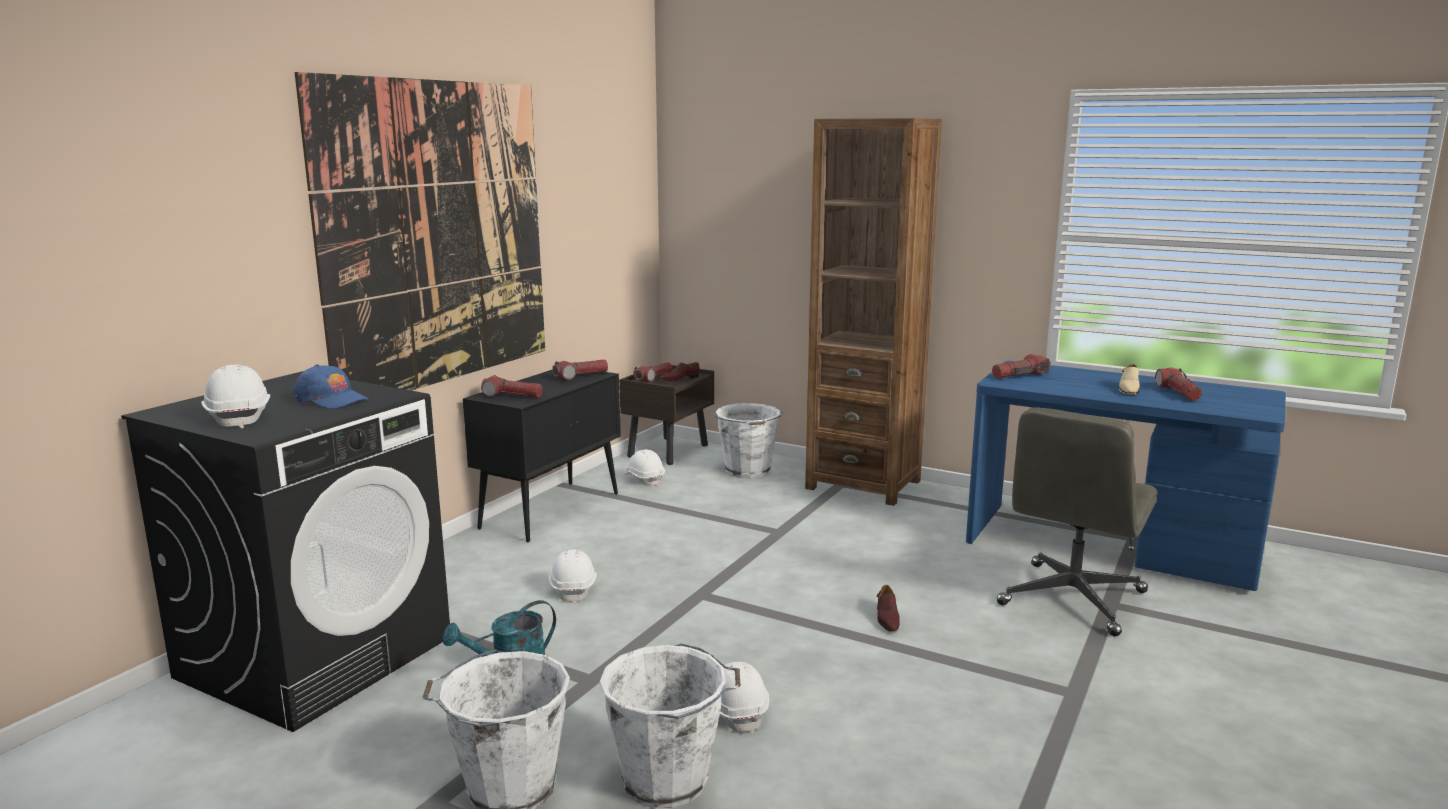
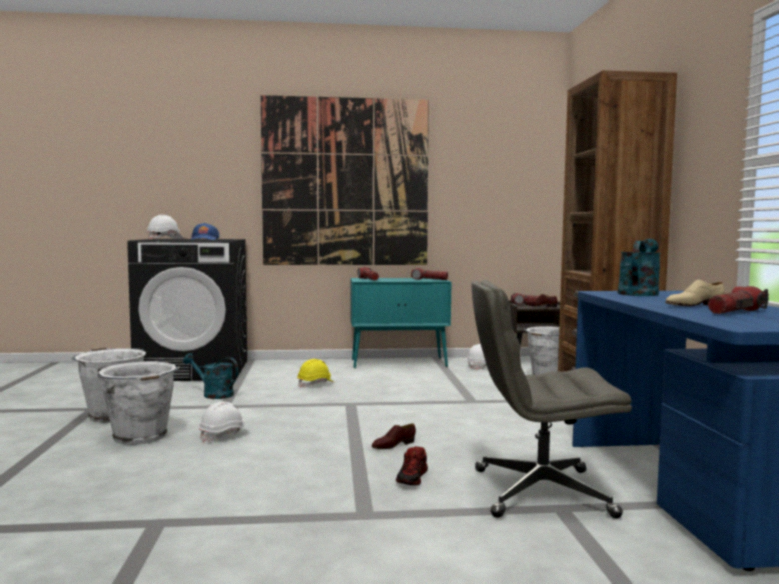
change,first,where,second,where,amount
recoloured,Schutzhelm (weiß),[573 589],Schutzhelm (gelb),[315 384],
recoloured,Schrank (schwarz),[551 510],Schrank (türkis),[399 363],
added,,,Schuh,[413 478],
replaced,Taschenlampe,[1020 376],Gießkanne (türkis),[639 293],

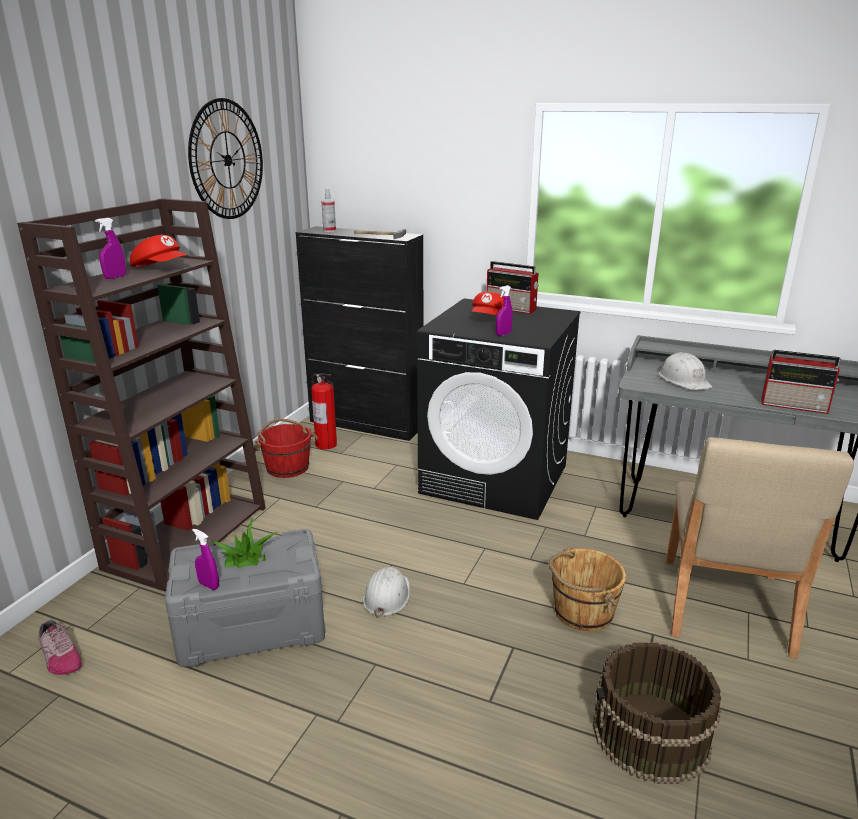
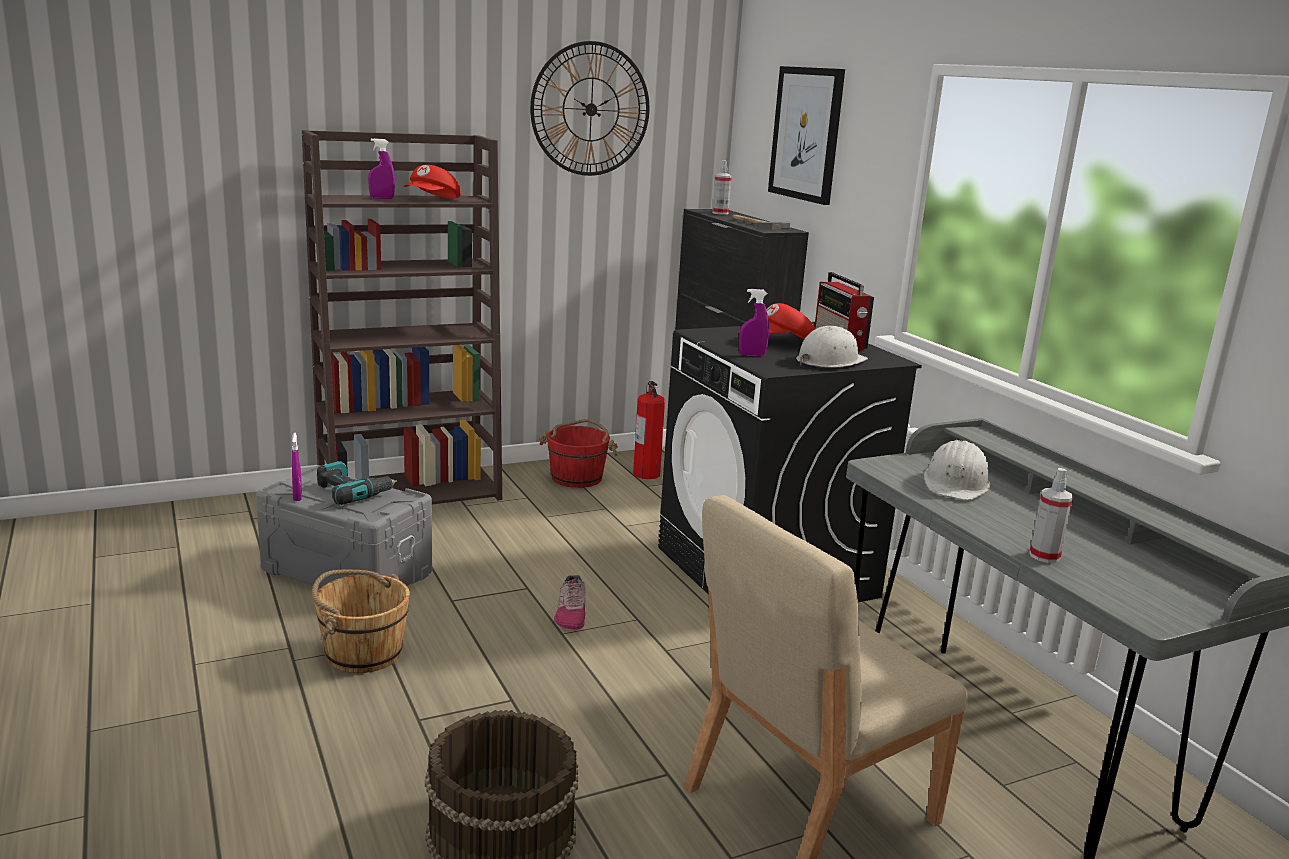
change,first,where,second,where,amount
moved,Eimer (braun),[582 612],,[362 652],
replaced,Topfpflanze,[245 557],Bohrmaschine,[353 492],
turned,Kappe (rot),[161 268],,[433 200],45 degrees clockwise
moved,Schuh,[60 656],,[570 613],
added,,,Bild,[806 134],
moved,Schutzhelm (weiß),[387 596],,[829 361],
replaced,Radio,[795 405],Sprühflasche,[1044 556],

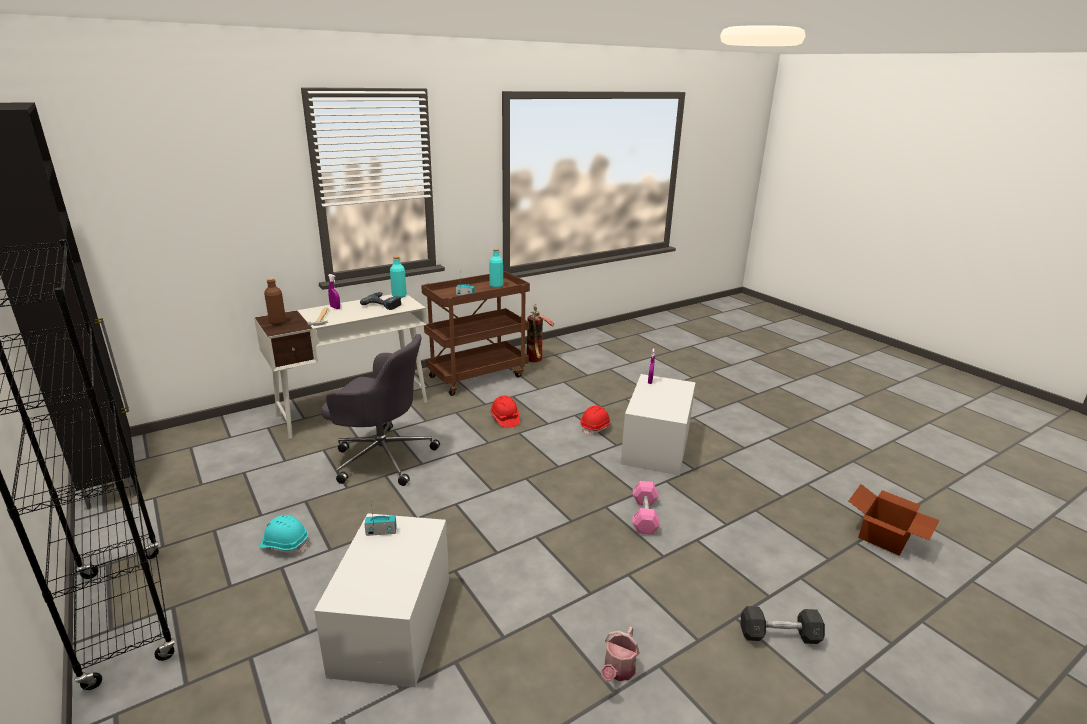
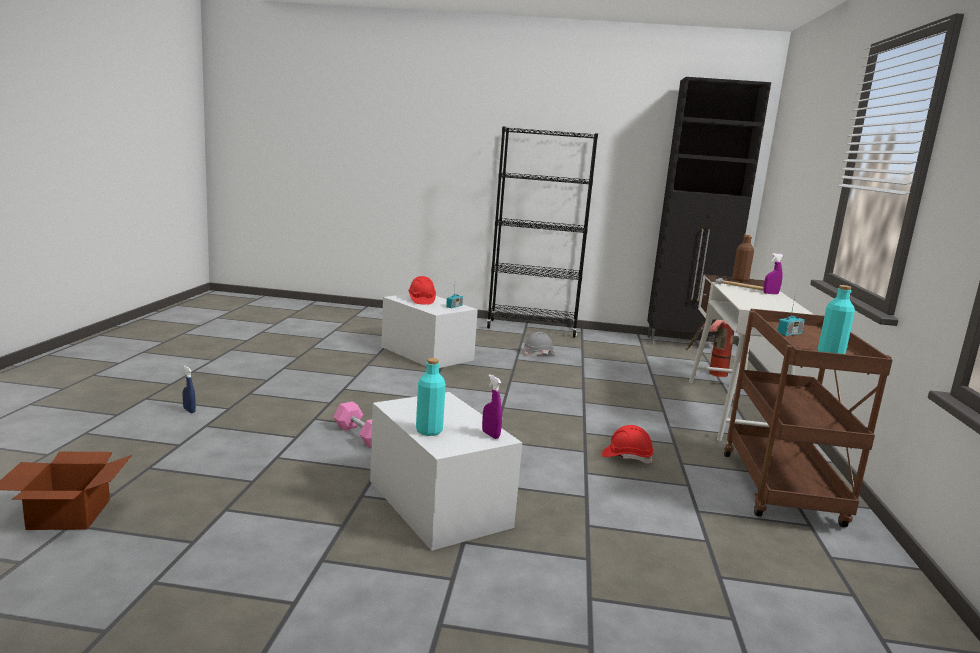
change,first,where,second,where,amount
replaced,Hantel (grau),[779 635],Sprühflasche (blau),[189 410],
moved,Schutzhelm (rot),[596 428],,[421 300],
moved,Flasche (türkis),[399 296],,[429 431],
recoloured,Schutzhelm (türkis),[285 545],Schutzhelm (grau),[539 354],
moved,Feuerlöscher,[536 361],,[710 372],
removed,Bürostuhl (grau),[382 456],,,
removed,Bohrmaschine,[383 304],,,
removed,Gießkanne,[618 671],,,

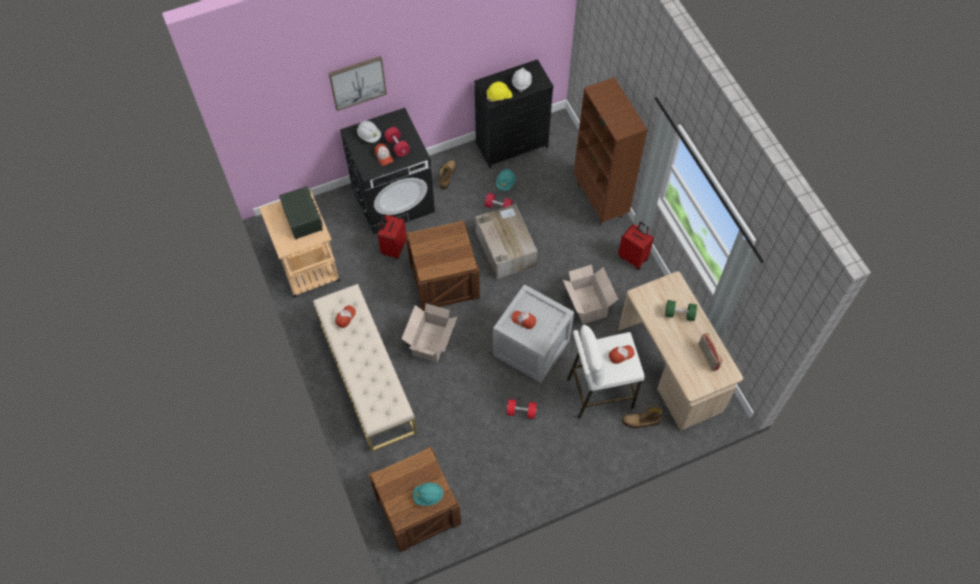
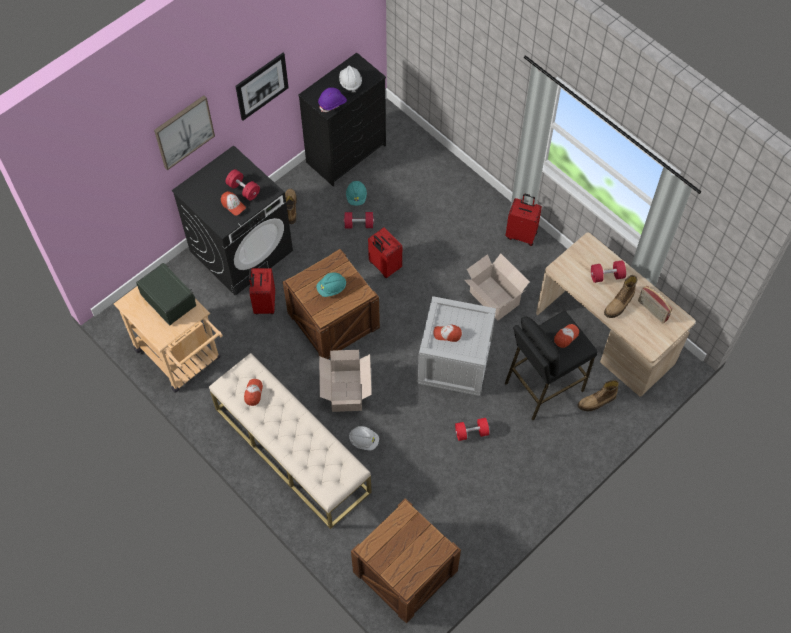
change,first,where,second,where,amount
added,,,Bild,[262 86],
moved,Schutzhelm (türkis),[428 496],,[331 288],
recoloured,Schutzhelm (gelb),[499 96],Schutzhelm (lila),[332 103],
moved,Schutzhelm (weiß),[369 136],,[364 441],
replaced,Karton,[505 248],Koffer (rot),[384 266],
recoloured,Hocker (weiß),[599 393],Hocker (schwarz),[543 386],
recoloured,Hantel (grün),[679 314],Hantel (rot),[606 276],
added,,,Stiefel,[619 304],
removed,Bücherregal (braun),[600 201],,,

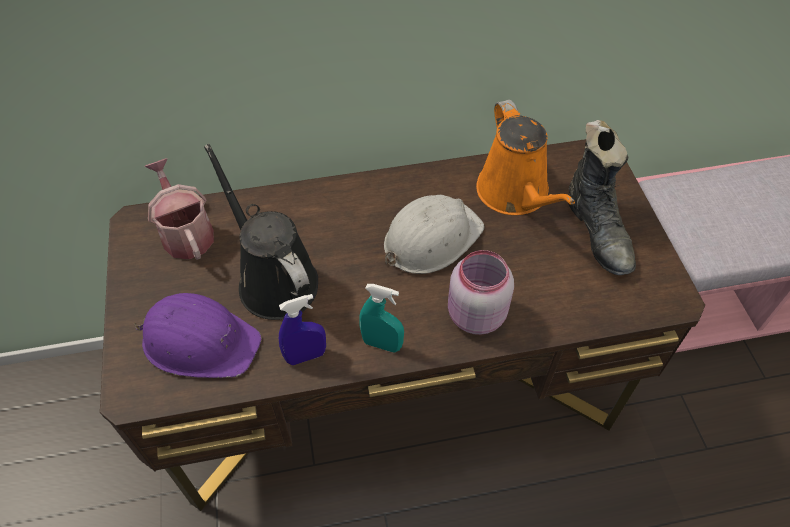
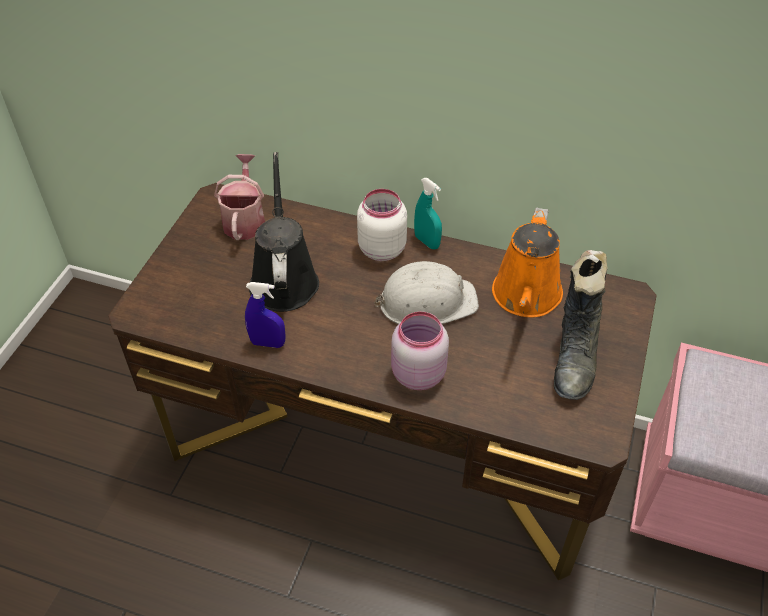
change,first,where,second,where,amount
added,,,Vorratsglas (weiß),[381 248],
moved,Sprühflasche (türkis),[382 344],,[427 242],
removed,Schutzhelm (lila),[199 341],,,

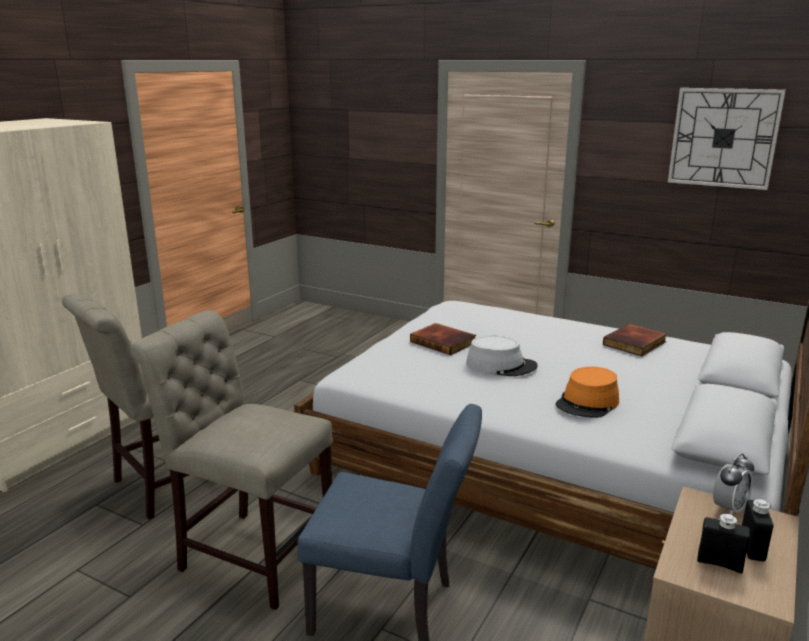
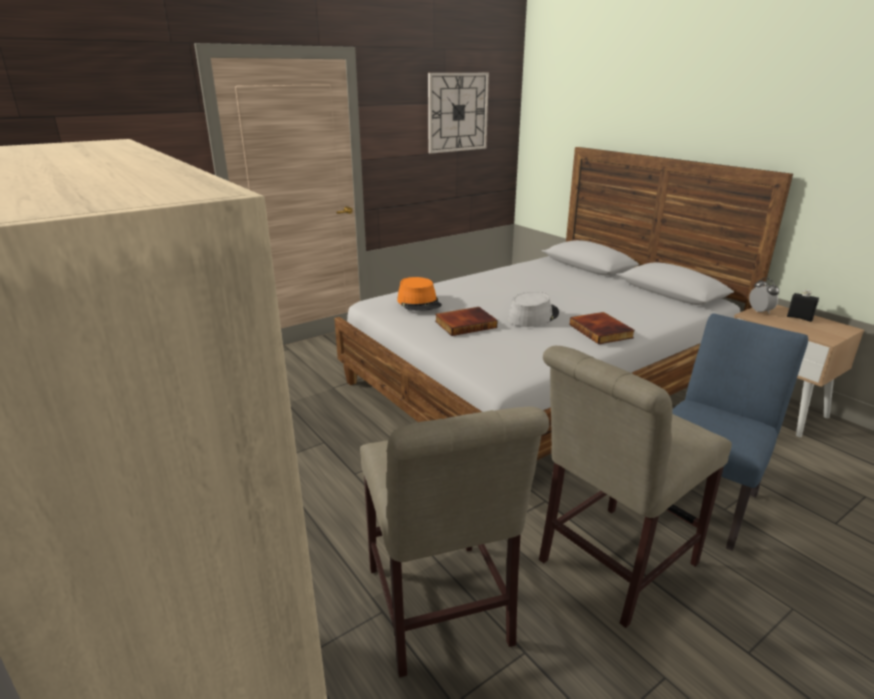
change,first,where,second,where,amount
moved,Hut (orange),[588 403],,[419 302],
moved,Buch,[635 343],,[602 331],
removed,Flasche (schwarz),[719 563],,,

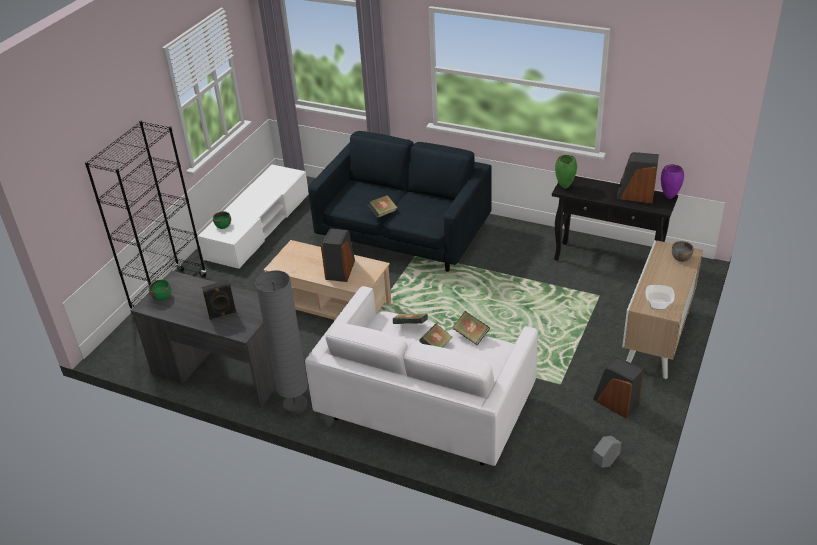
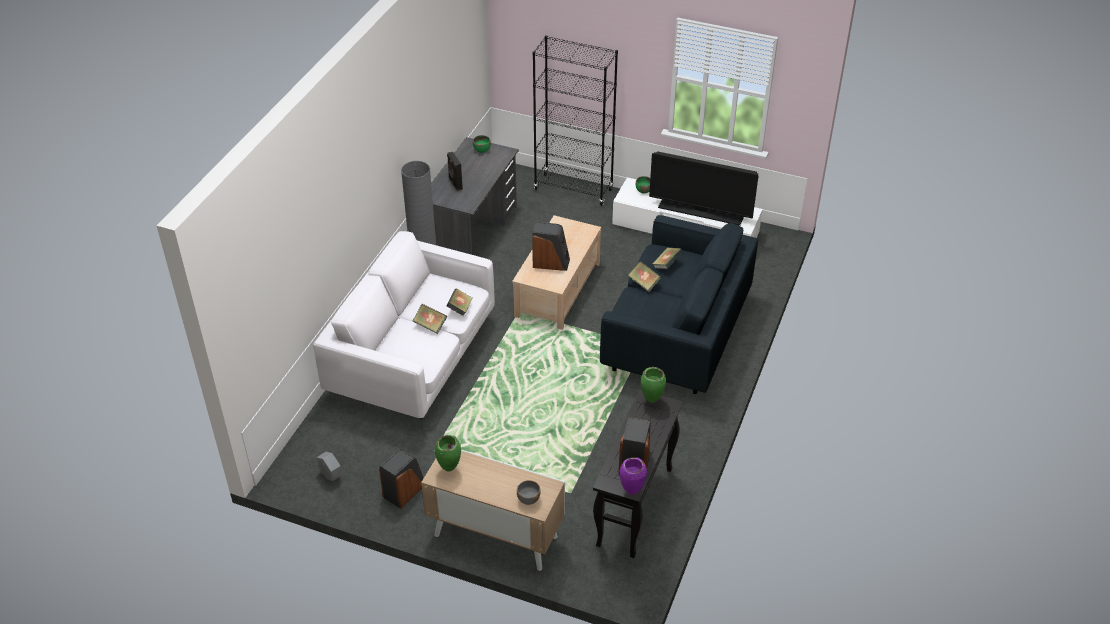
change,first,where,second,where,amount
replaced,Schüssel,[658 304],Vase (grün),[449 469],
added,,,Fernseher,[701 212],
moved,Buch,[471 336],,[666 265],

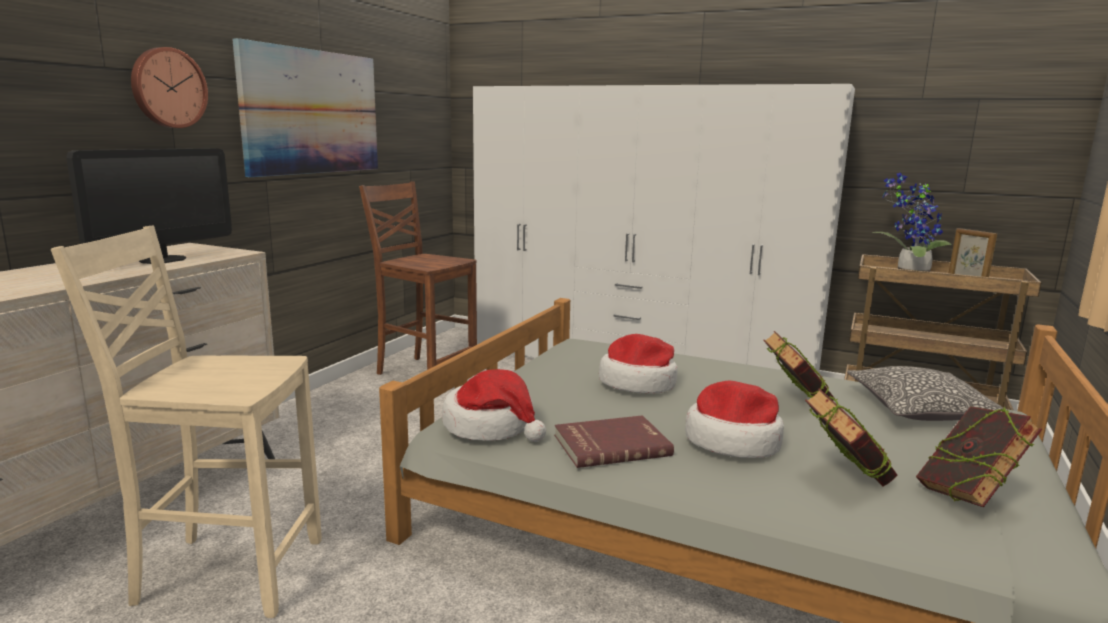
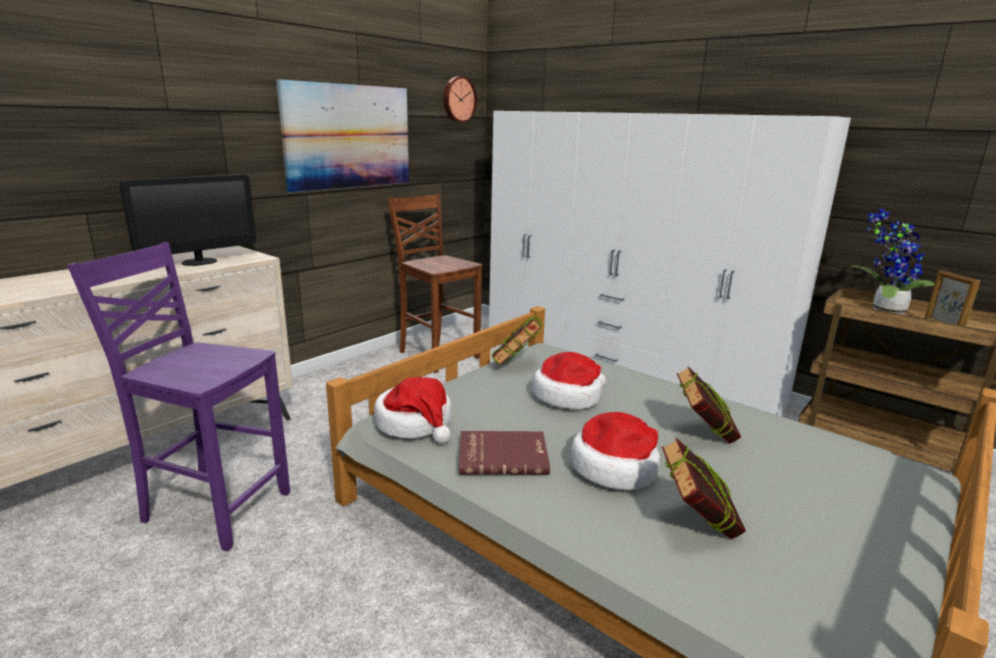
change,first,where,second,where,amount
recoloured,Stuhl (beige),[227 572],Stuhl (lila),[214 507],
moved,Wanduhr,[167 88],,[458 99],
moved,Buch,[968 497],,[516 365],
removed,Kissen,[921 410],,,

